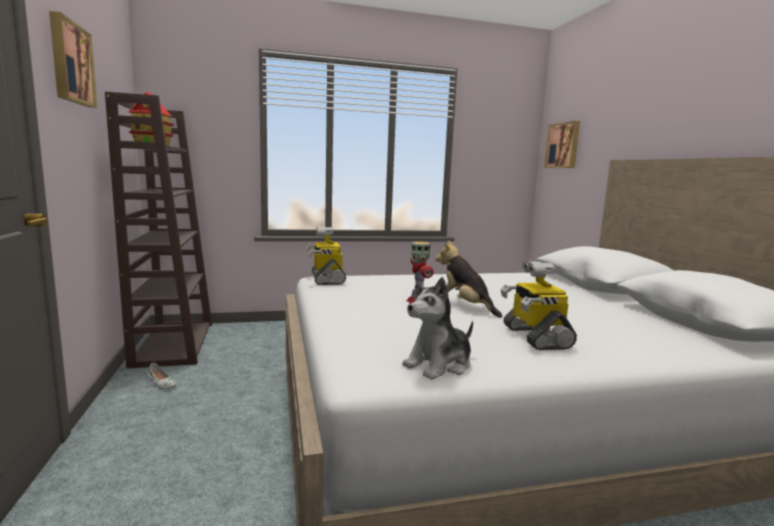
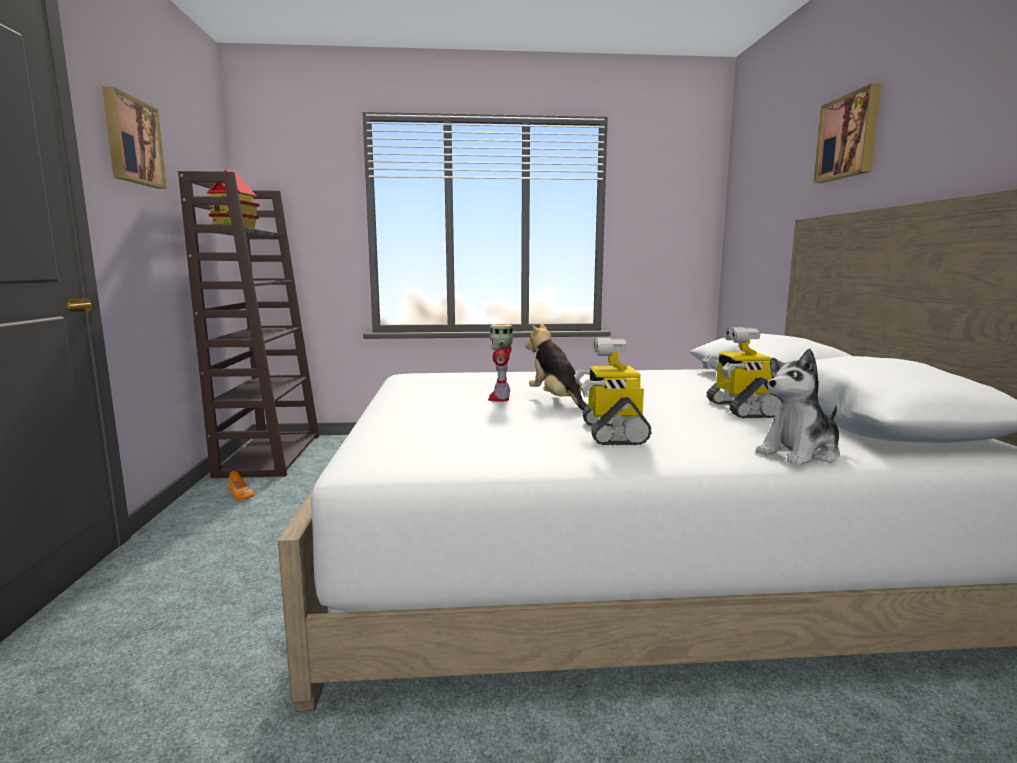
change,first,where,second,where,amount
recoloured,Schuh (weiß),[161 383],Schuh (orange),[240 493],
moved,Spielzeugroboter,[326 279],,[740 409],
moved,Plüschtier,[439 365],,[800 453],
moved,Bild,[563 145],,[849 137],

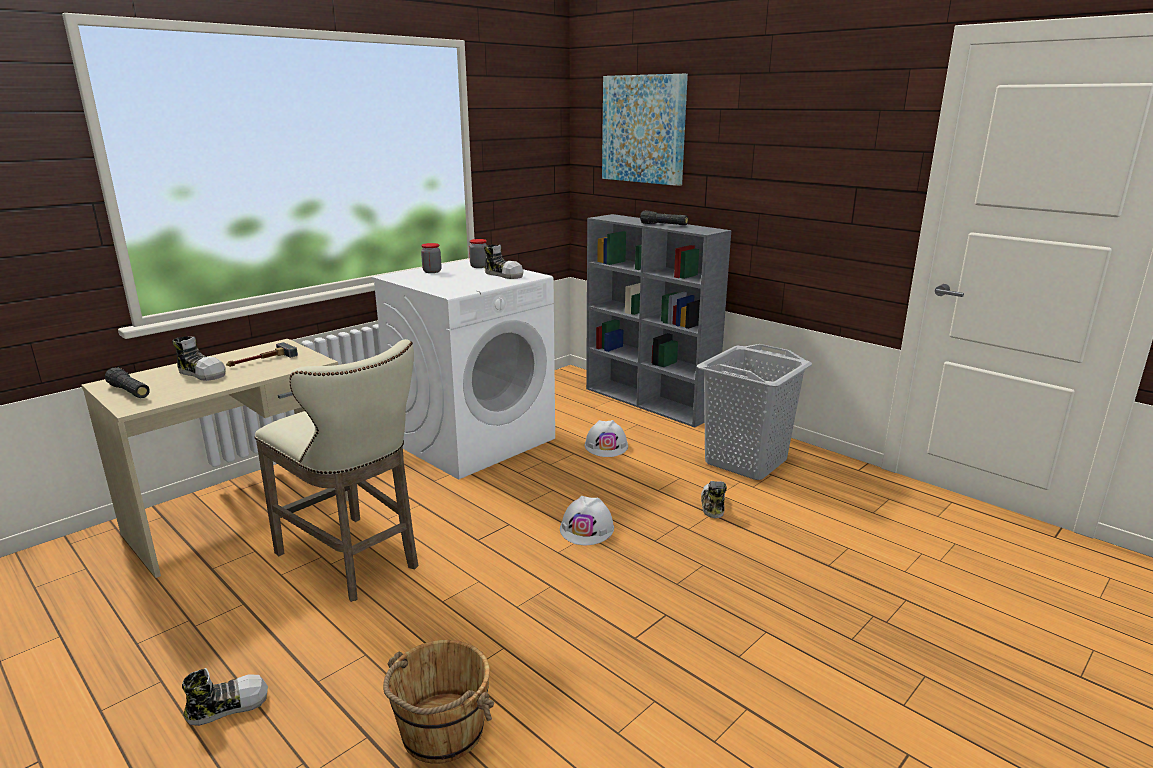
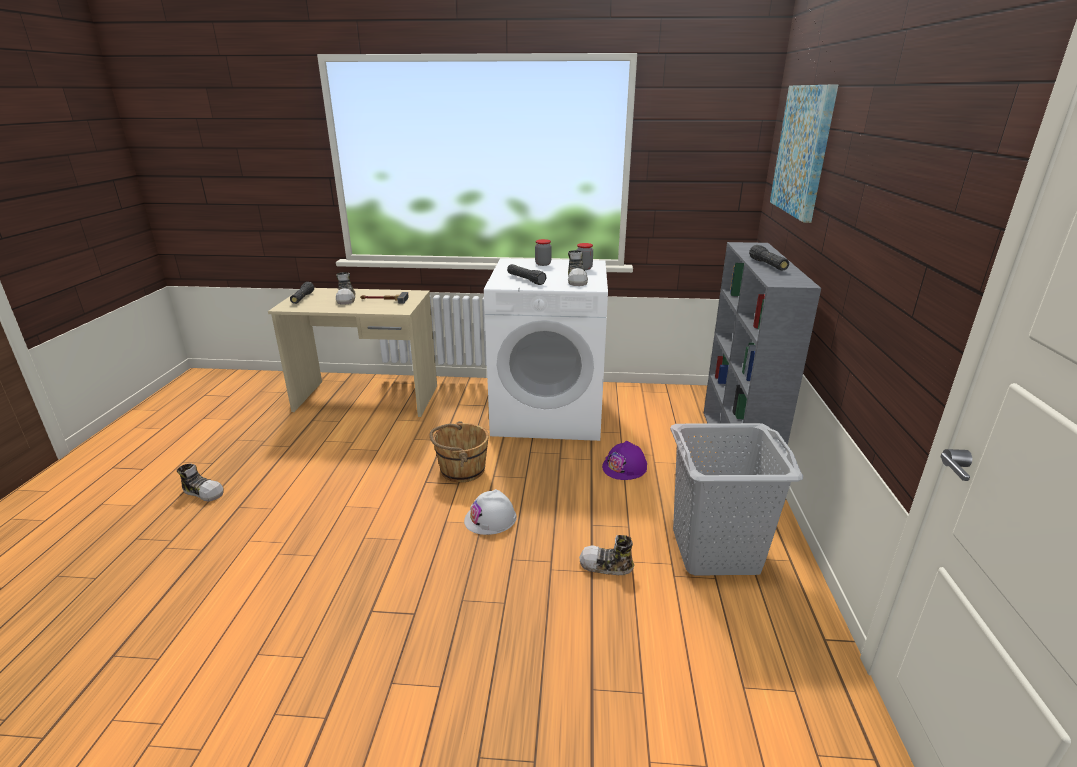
change,first,where,second,where,amount
moved,Eimer (braun),[441 732],,[461 470],
added,,,Taschenlampe (schwarz),[525 280],
turned,Schuh,[712 505],,[606 566],135 degrees counterclockwise
recoloured,Schutzhelm (weiß),[606 446],Schutzhelm (lila),[624 467],
removed,Hocker (beige),[353 562],,,

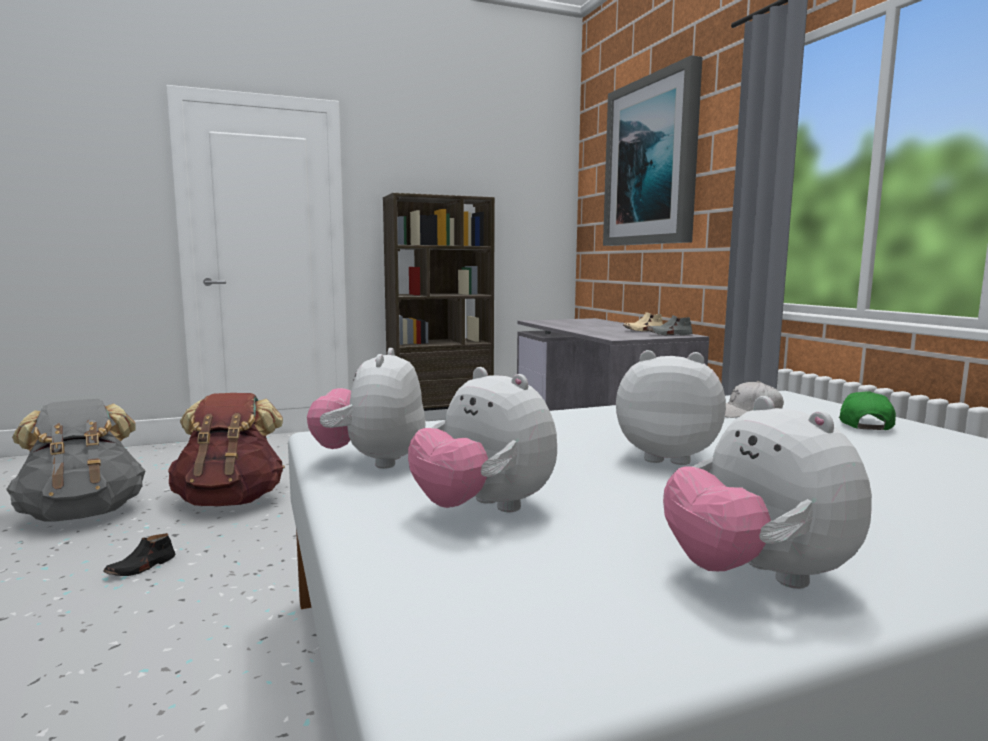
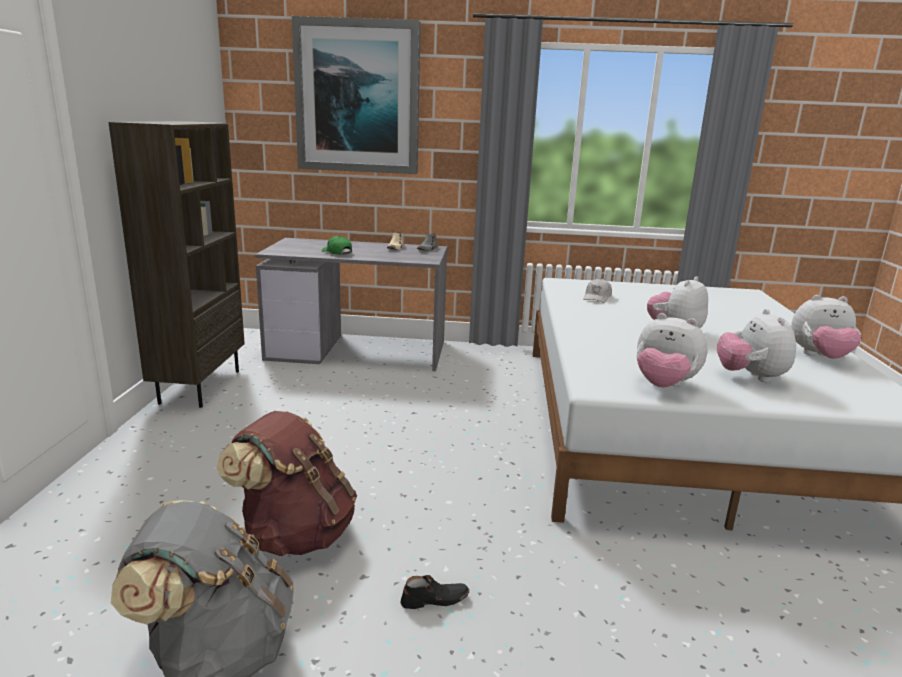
change,first,where,second,where,amount
moved,Kappe (grün),[864 425],,[337 252],
turned,Schuh (schwarz),[141 567],,[434 599],75 degrees counterclockwise
turned,Plüschtier,[483 509],,[750 377],105 degrees clockwise

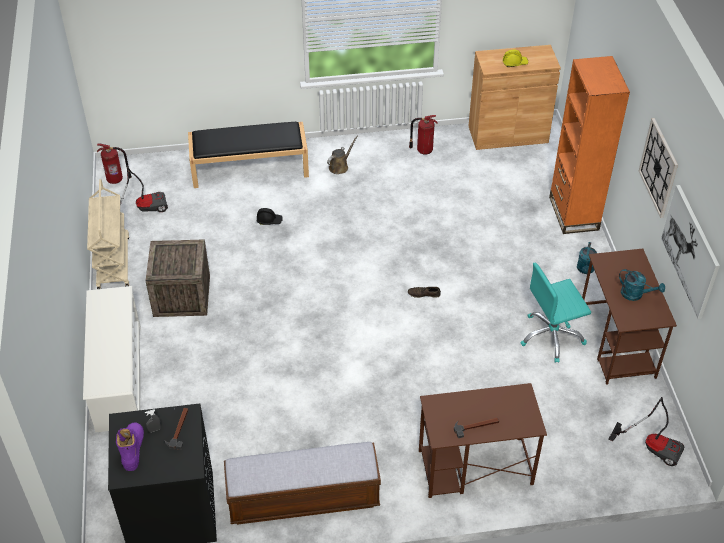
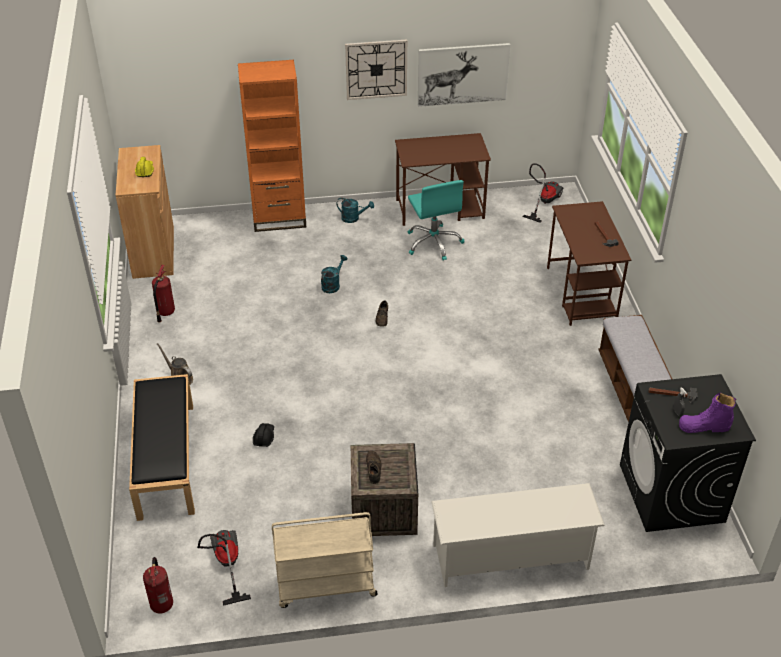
change,first,where,second,where,amount
moved,Gießkanne (türkis),[635 294],,[332 285],
added,,,Schuh (braun),[373 469],

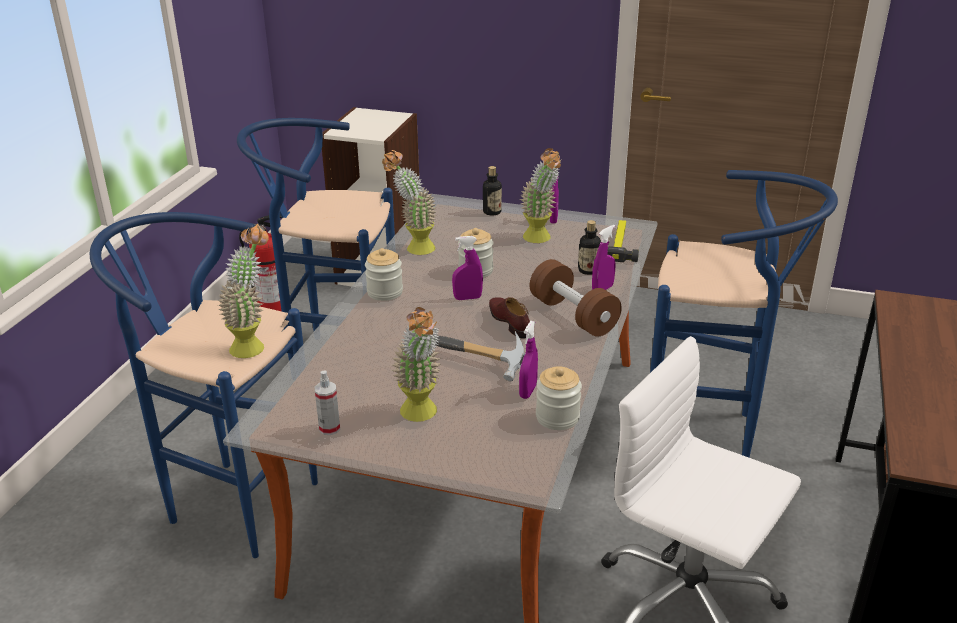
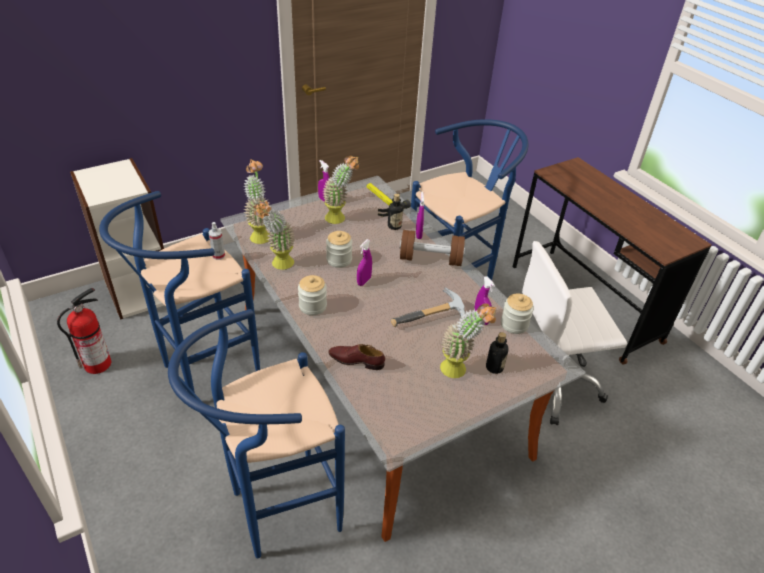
change,first,where,second,where,amount
moved,Sprühflasche,[329 428],,[218 255],
moved,Topfpflanze,[253 344],,[260 234],
moved,Schuh (braun),[509 321],,[356 360],
moved,Flasche,[492 212],,[494 367],

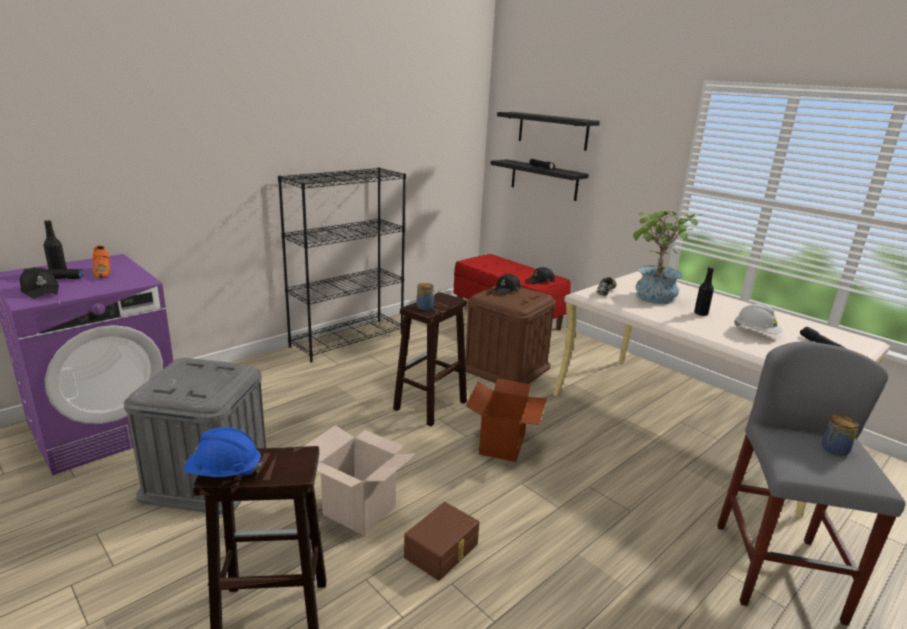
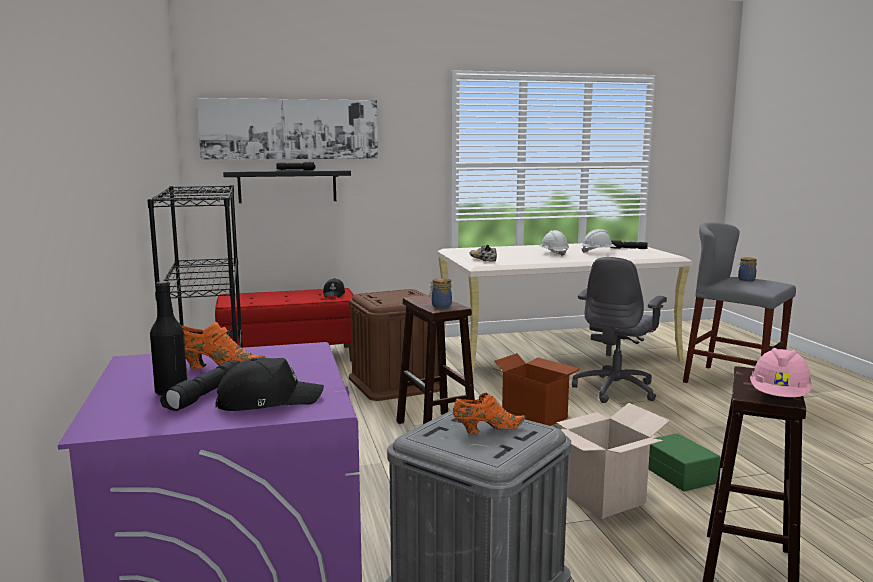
change,first,where,second,where,amount
replaced,Wandregal (schwarz),[552 130],Bild,[290 129],
added,,,Schuh (orange),[486 429],
replaced,Flasche (schwarz),[700 313],Schutzhelm (weiß),[553 254],
added,,,Bürostuhl (grau),[616 389],
recoloured,Aufbewahrungsbox (braun),[442 551],Aufbewahrungsbox (grün),[680 473],
recoloured,Schutzhelm (blau),[224 472],Schutzhelm (rosa),[779 397],
removed,Kappe (schwarz),[507 289],,,
removed,Topfpflanze,[652 298],,,

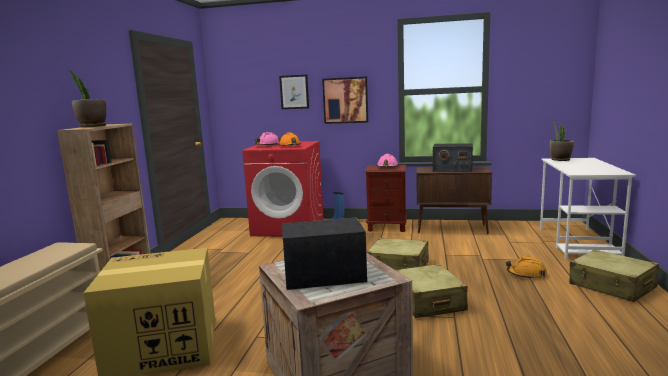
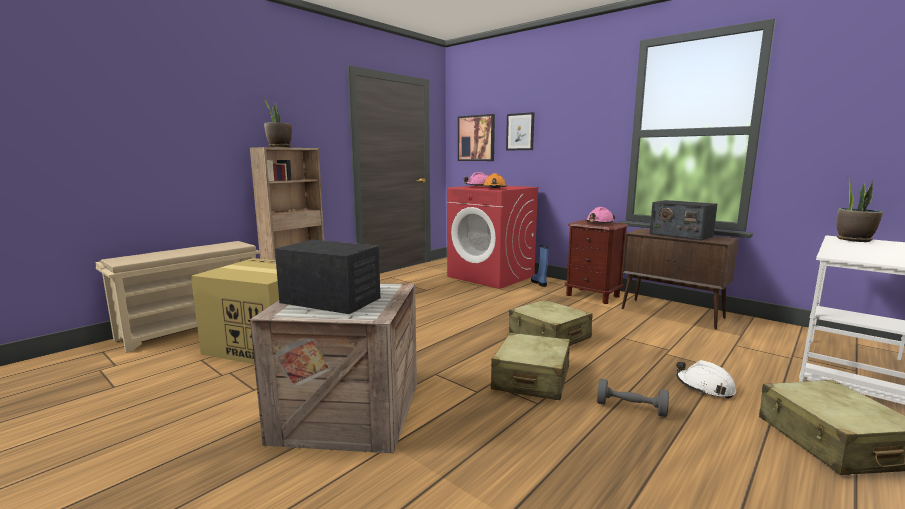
change,first,where,second,where,amount
moved,Bild,[345 100],,[476 138],
added,,,Hantel (grau),[630 408],
recoloured,Schutzhelm (orange),[526 274],Schutzhelm (weiß),[704 387],

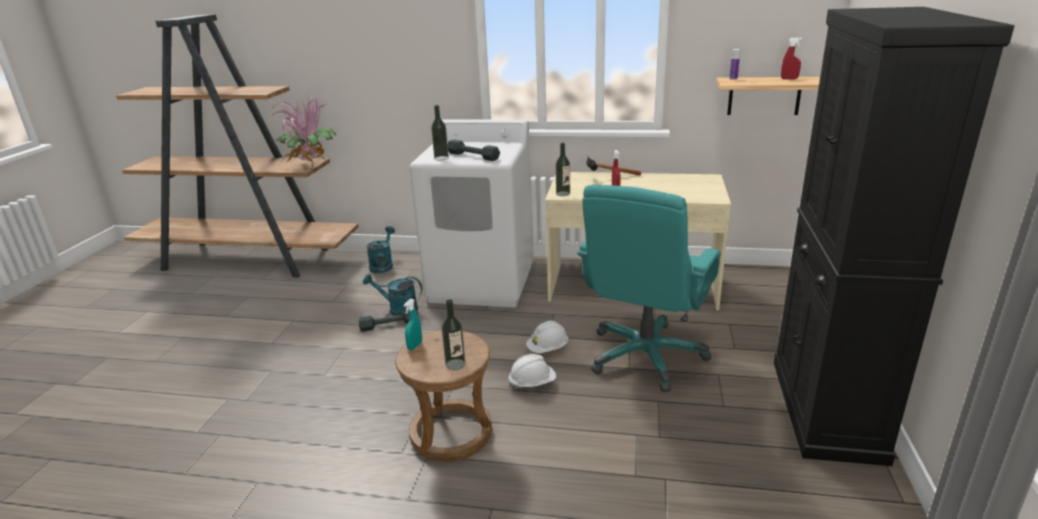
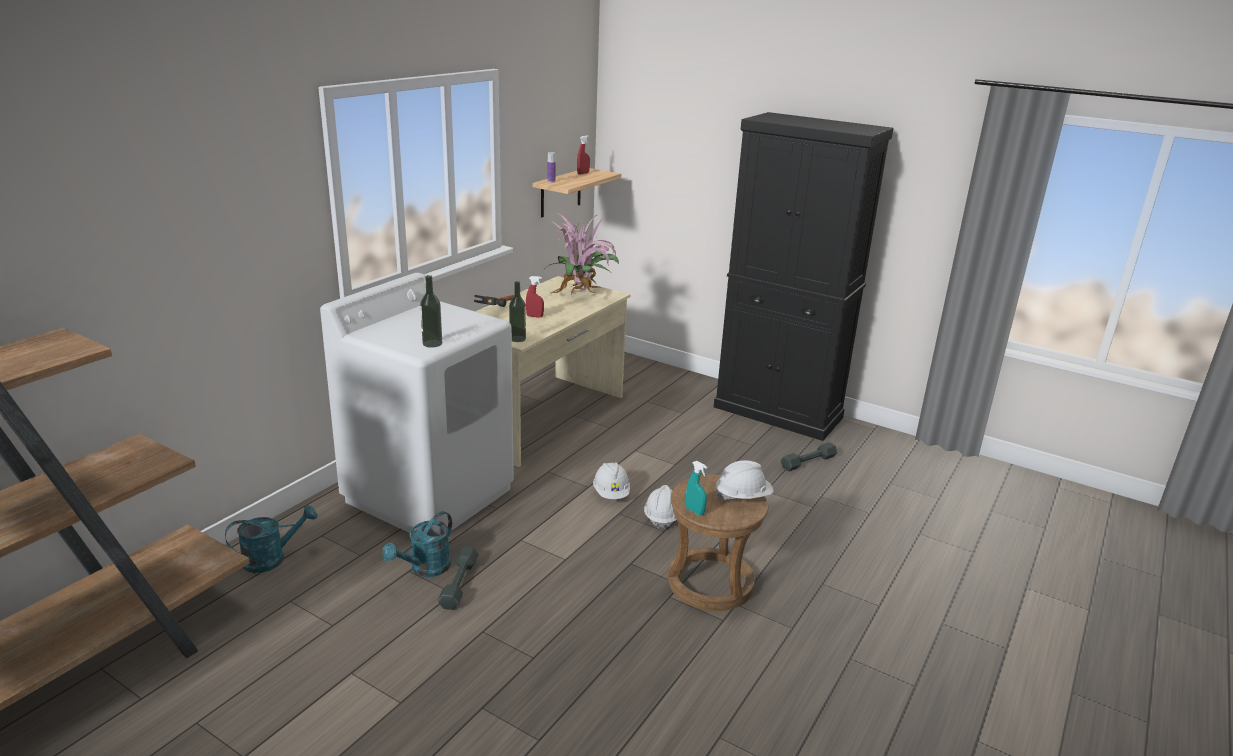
change,first,where,second,where,amount
turned,Gießkanne (türkis),[383 265],,[272 558],120 degrees clockwise
moved,Topfpflanze,[310 166],,[581 296],
replaced,Flasche,[455 364],Schutzhelm (weiß),[743 496],
moved,Hantel (grau),[473 156],,[808 462],
removed,Bürostuhl (türkis),[645 356],,,

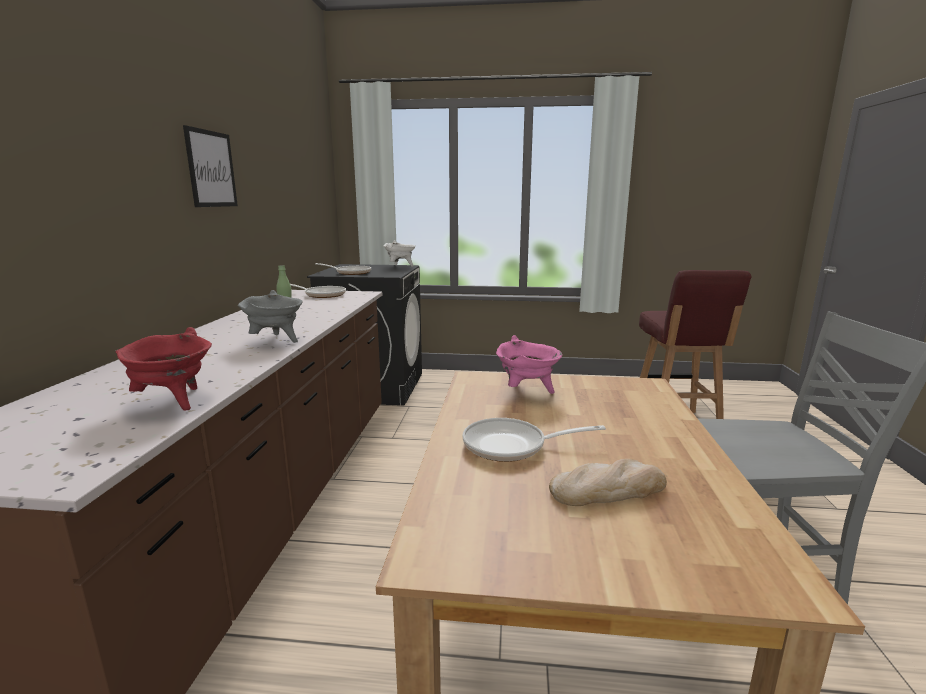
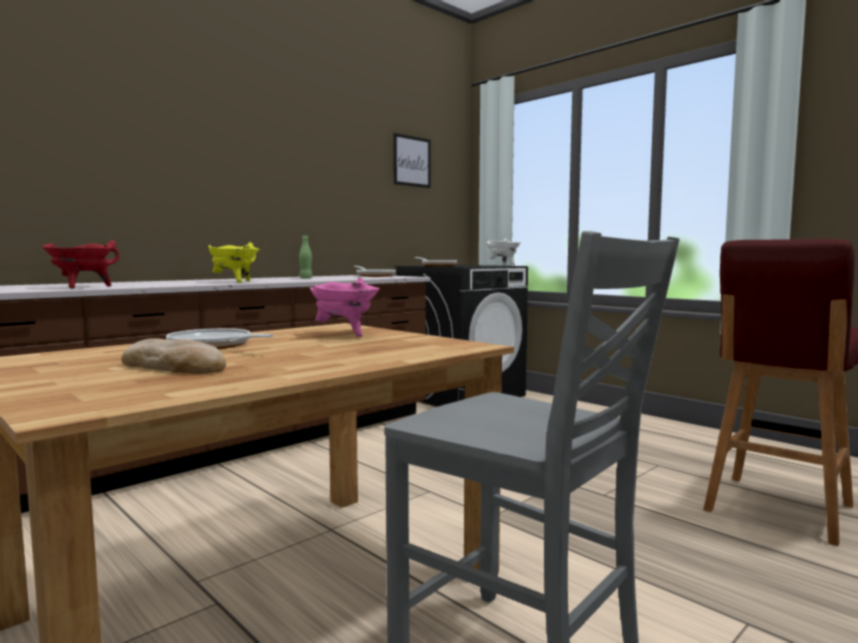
change,first,where,second,where,amount
recoloured,Kochtopf (grau),[276 341],Kochtopf (gelb),[234 282],
moved,Bild,[211 169],,[411 161],

